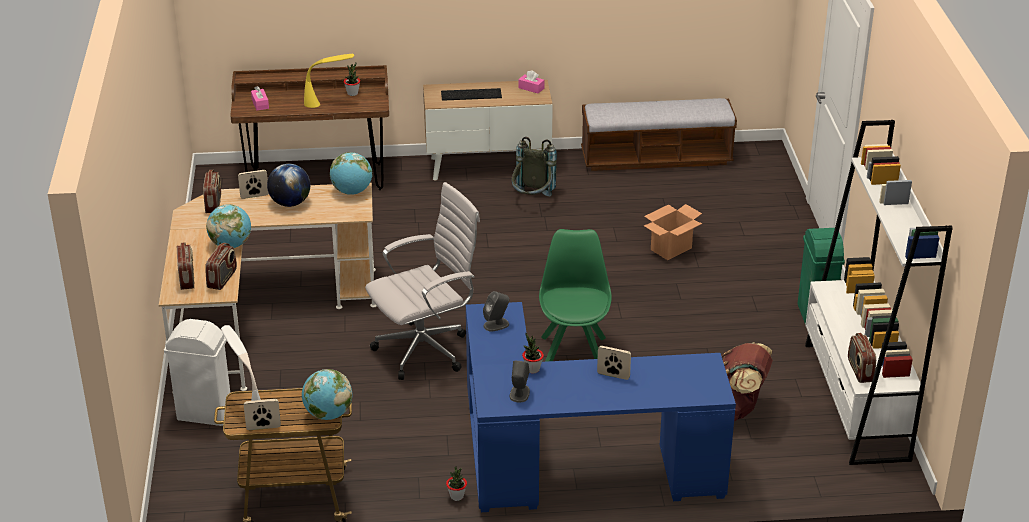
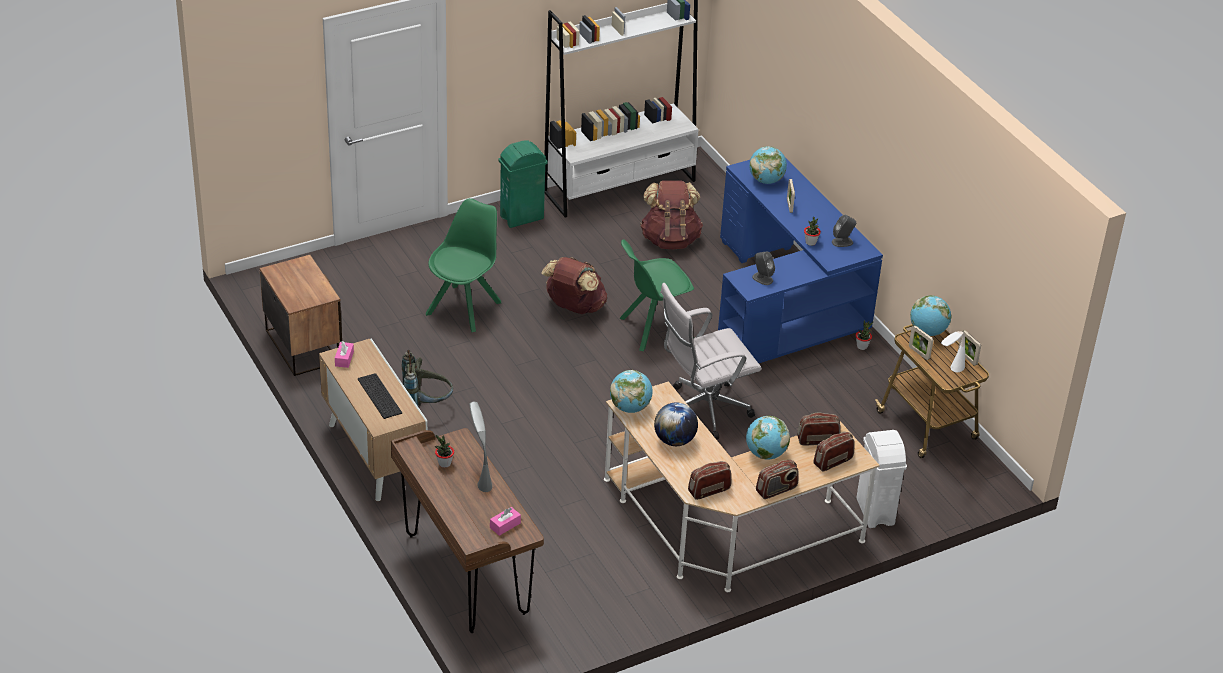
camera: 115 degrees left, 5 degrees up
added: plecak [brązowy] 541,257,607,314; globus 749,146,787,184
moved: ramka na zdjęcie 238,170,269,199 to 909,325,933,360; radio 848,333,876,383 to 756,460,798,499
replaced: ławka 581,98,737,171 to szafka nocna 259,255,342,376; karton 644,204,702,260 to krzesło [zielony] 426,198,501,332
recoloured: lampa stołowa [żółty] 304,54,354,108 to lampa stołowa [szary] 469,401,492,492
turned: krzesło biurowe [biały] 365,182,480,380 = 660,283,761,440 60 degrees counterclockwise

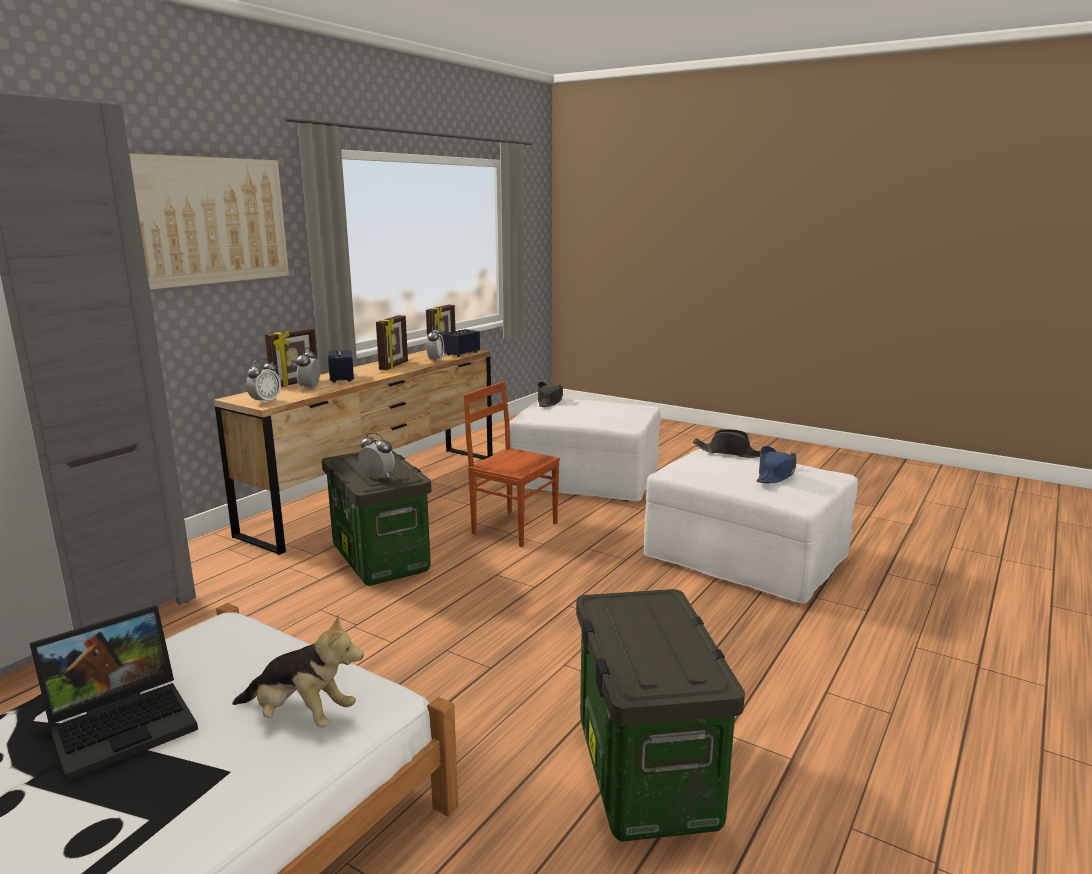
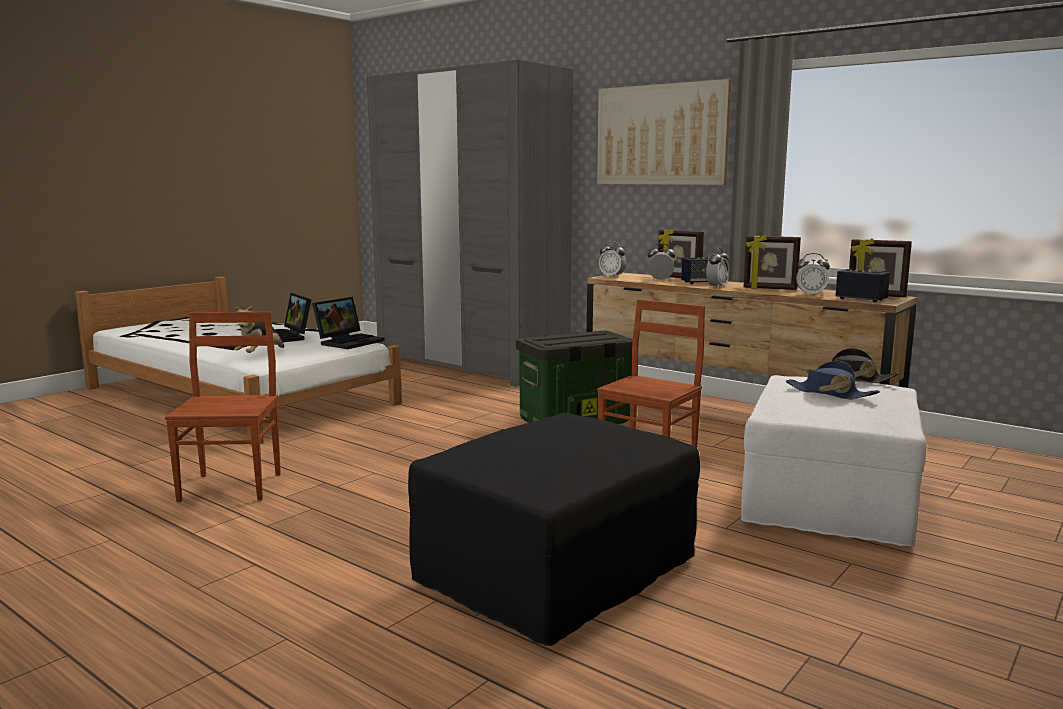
camera: 95 degrees right, 5 degrees down
removed: kapelusz [czarny] 693,429,760,458
added: laptop 312,297,385,349
moved: budzik 359,432,394,479 to 706,248,729,289; kapelusz [niebieski] 756,446,797,483 to 786,361,880,399
replaced: pojemnik do przechowywania 576,589,745,842 to krzesło [brązowy] 165,312,281,502
recoloured: pufa [biały] 644,449,858,603 to pufa [czarny] 408,413,700,646

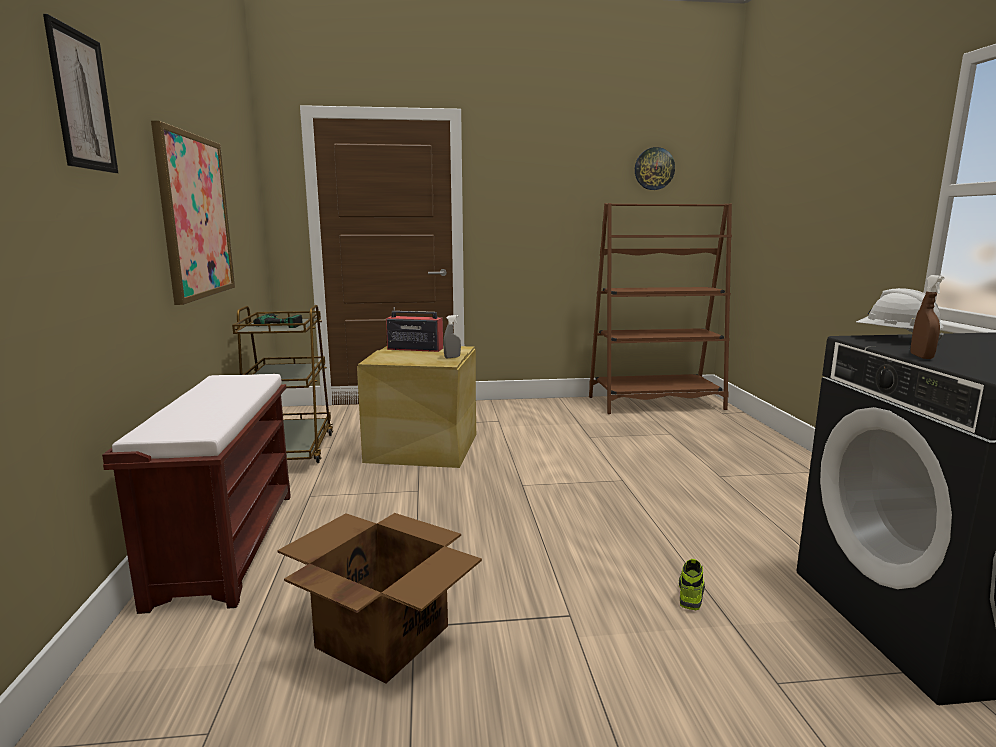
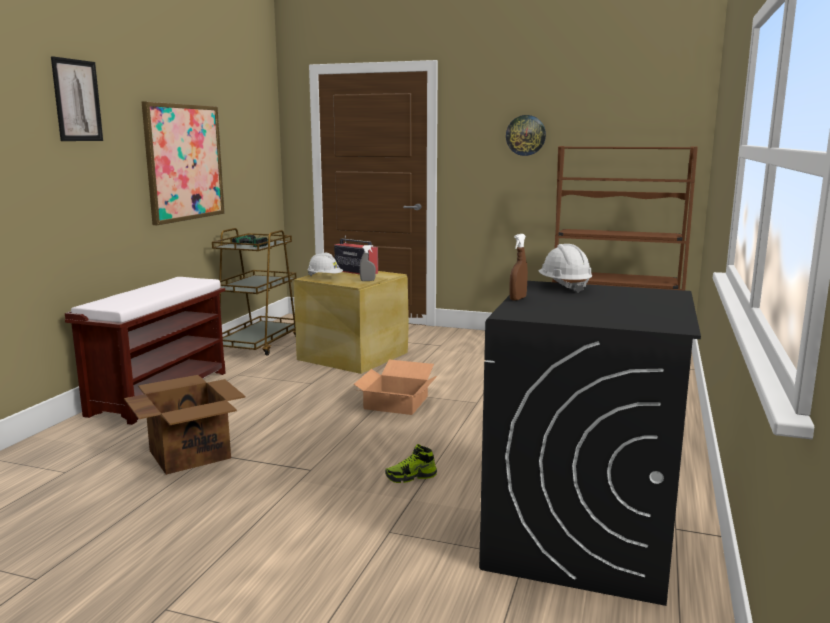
camera: 25 degrees right, 0 degrees up
added: kask [biały] 307,253,343,276; karton 354,360,437,415
moved: zegar ścienny 635,147,675,190 to 506,115,546,156
turned: but 679,559,705,610 = 385,444,437,483 150 degrees counterclockwise

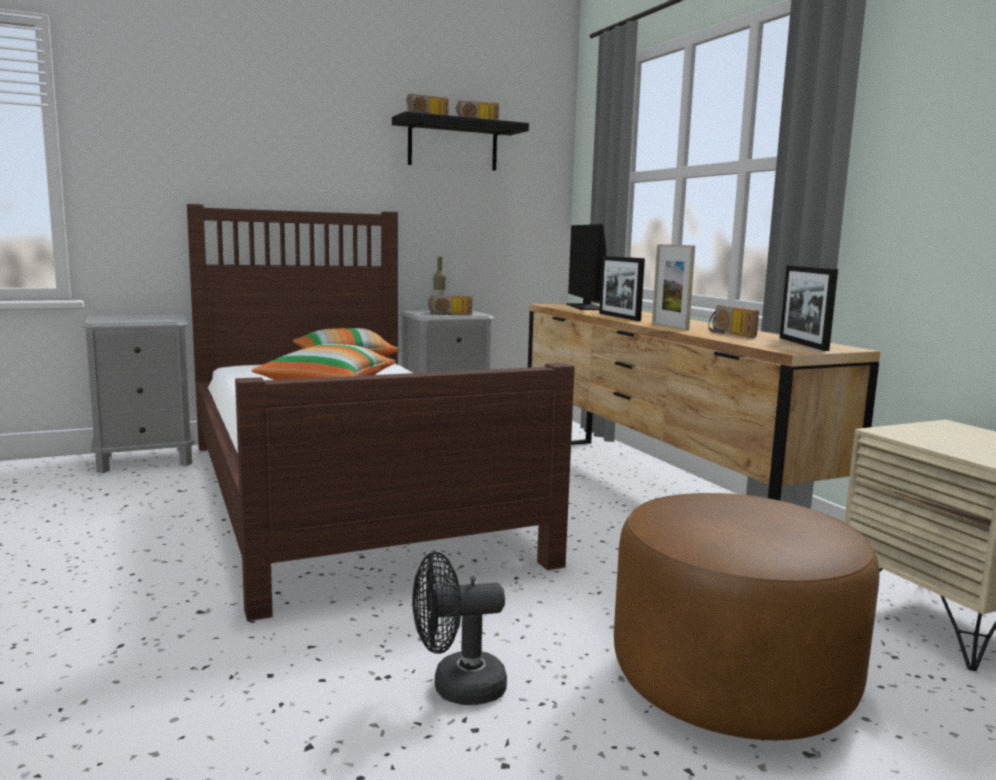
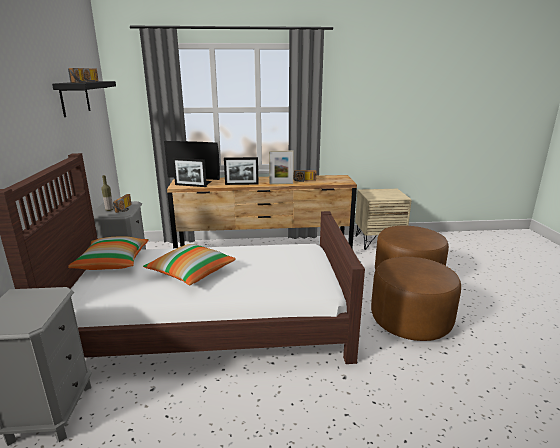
camera: 70 degrees left, 10 degrees up
moved: ramka na zdjęcie 780,265,838,351 to 172,158,207,187
replaced: wentylator [czarny] 412,552,507,705 to pufa [brązowy] 371,257,461,341

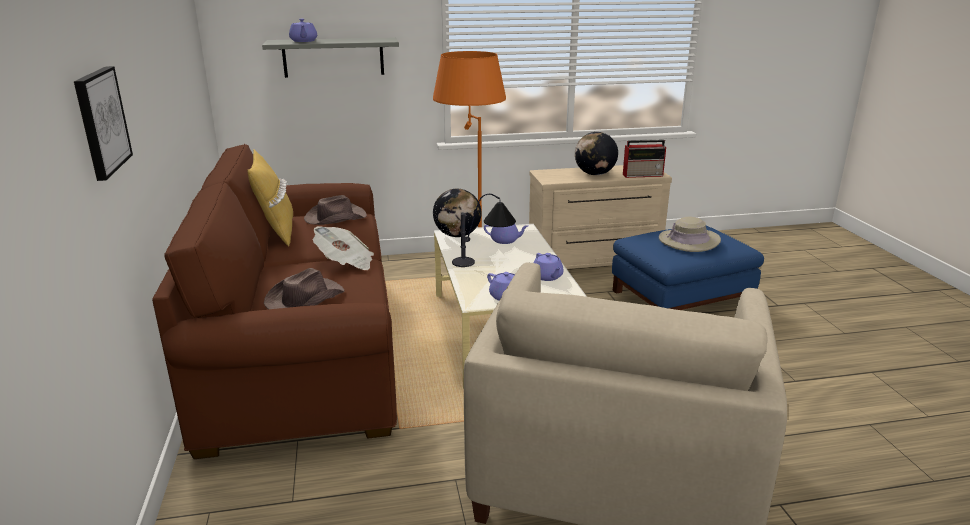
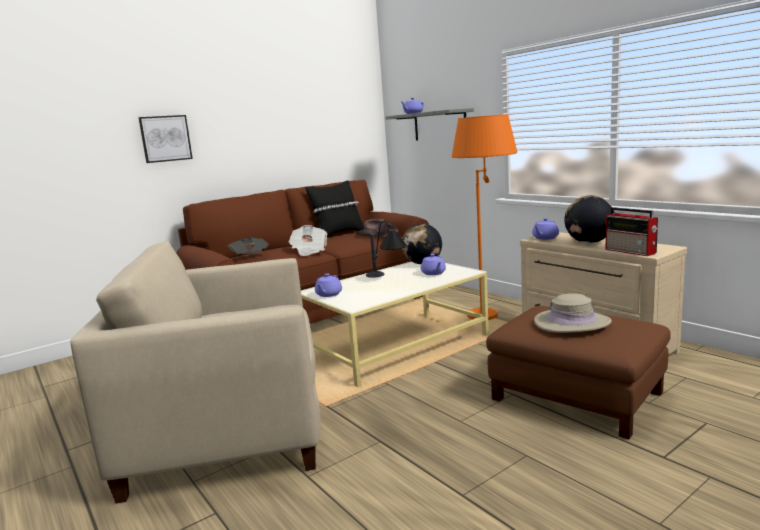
camera: 65 degrees right, 10 degrees down
moved: imbryk [fioletowy] 533,253,564,281 to 532,218,559,240
replaced: kapelusz [brązowy] 264,268,345,309 to gazeta 228,238,269,254
recoloured: poduszka [żółty] 247,149,293,247 to poduszka [czarny] 305,181,364,236; pufa [niebieski] 612,226,764,310 to pufa [brązowy] 486,306,671,439

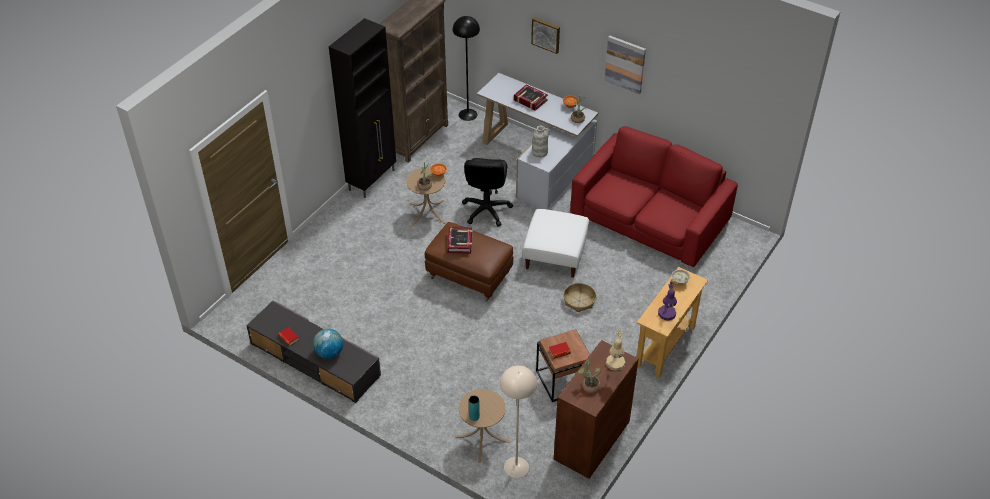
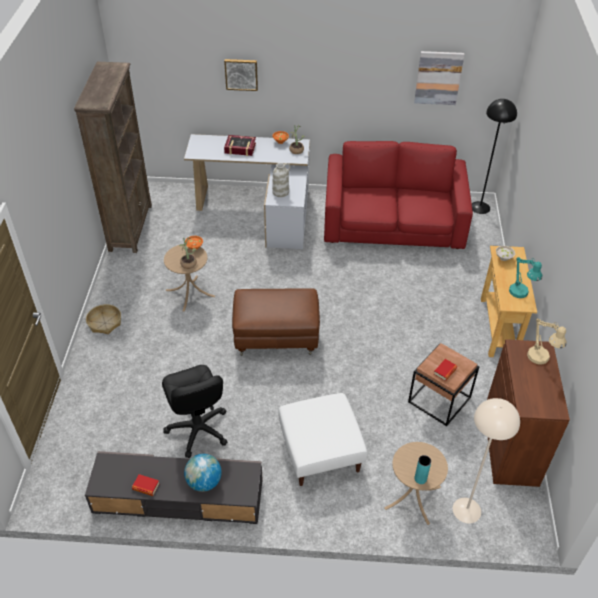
camera: 30 degrees left, 0 degrees up
removed: szafka [czarny] 329,18,396,198; książka 447,227,473,254; roślina doniczkowa 578,360,601,393
moved: lampa stojąca [czarny] 453,16,480,121 to 472,99,517,214; krzesło biurowe [czarny] 462,158,513,227 to 162,365,227,458; pufa [biały] 523,209,589,278 to 278,393,367,486; koszyk 563,283,596,312 to 86,304,121,334; obraz 604,36,646,94 to 414,51,465,105
recoloured: lampa stołowa [fioletowy] 658,282,677,321 to lampa stołowa [turkusowy] 509,257,542,298

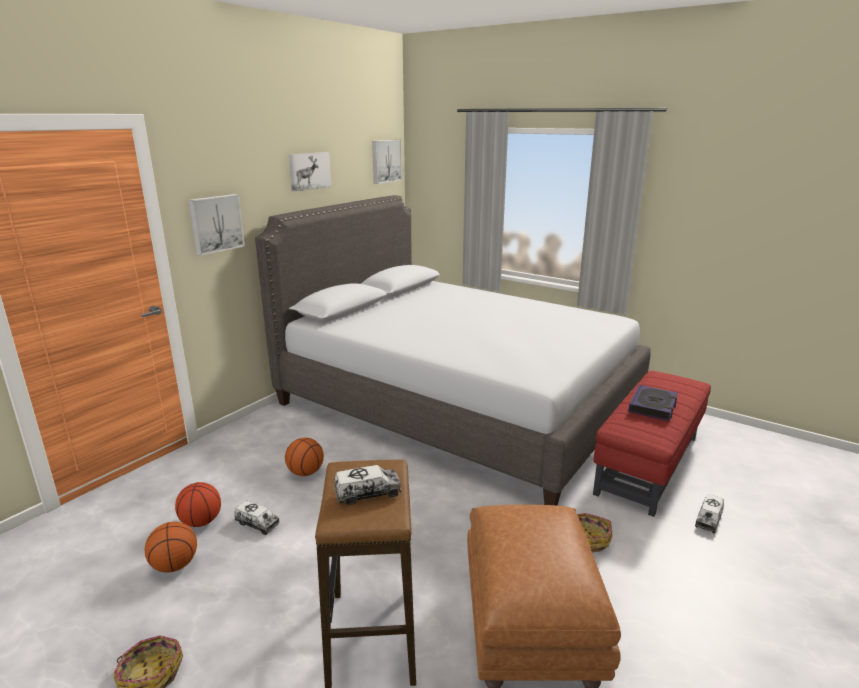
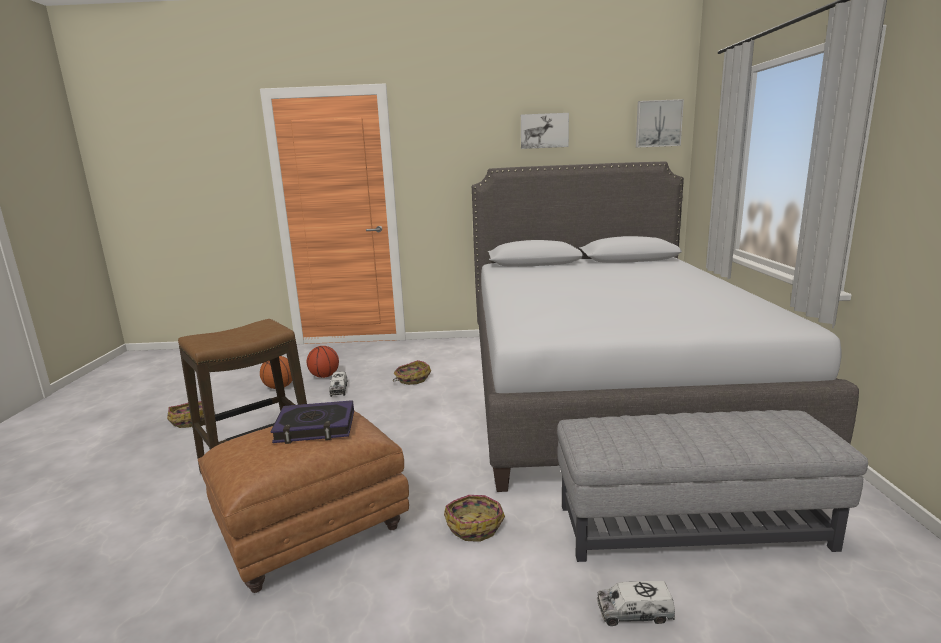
camera: 55 degrees right, 5 degrees down
removed: obraz 188,194,245,256; ciężarówka zabawkowa 334,465,401,505
moved: książka 628,385,678,421 to 271,400,354,444
replaced: piłka do koszykówki 285,438,324,476 to koszyk 393,360,431,385
recoloured: pufa [czerwony] 593,371,711,517 to pufa [szary] 557,410,868,562

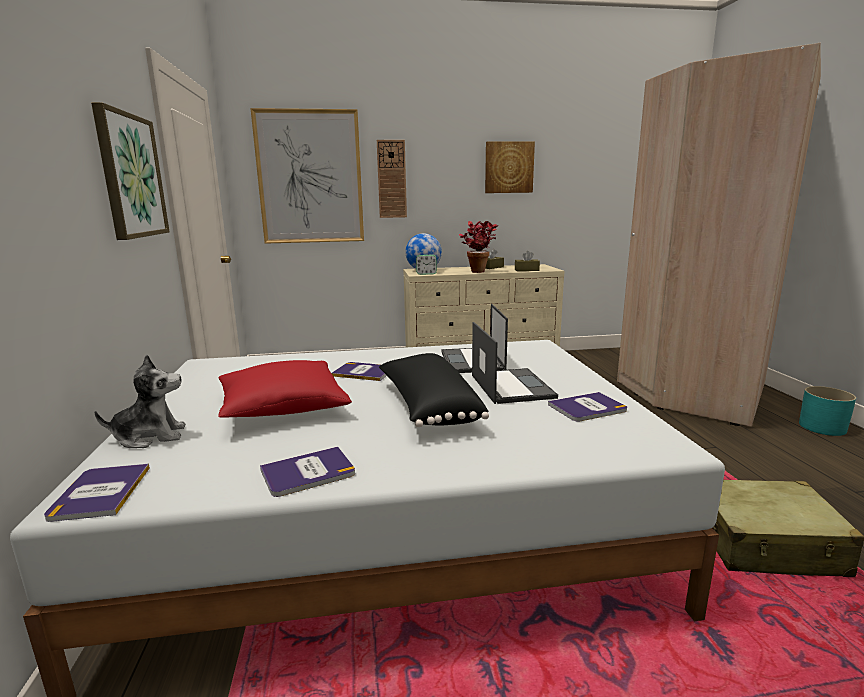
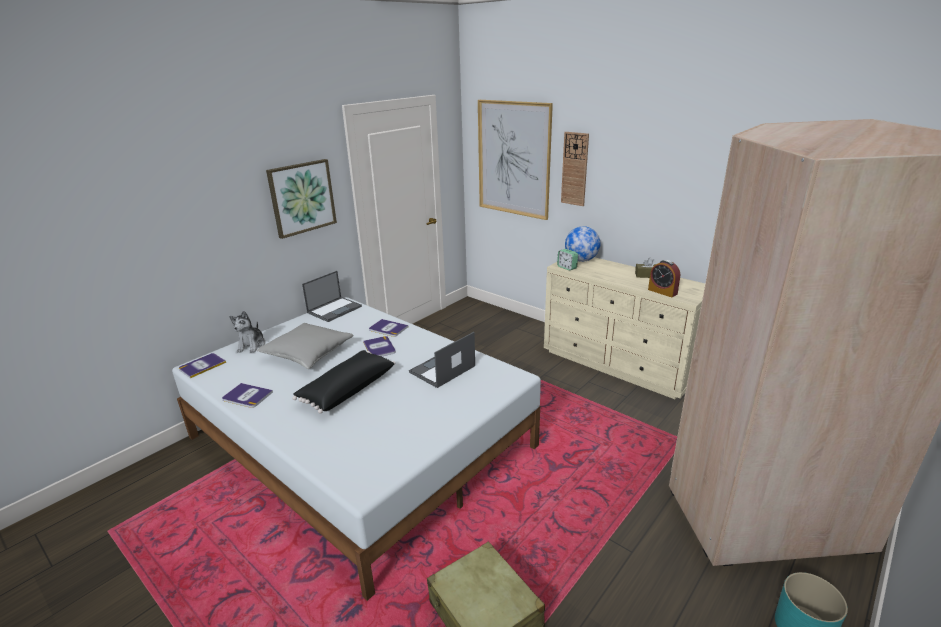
camera: 50 degrees right, 10 degrees up
removed: roślina doniczkowa 459,221,498,273; obraz 485,141,535,193
moved: laptop 472,322,558,404 to 302,271,362,322; książka 548,392,627,421 to 369,319,408,337
replaced: pudełko chusteczek [brązowy] 515,251,540,271 to budzik 648,260,680,297
recoloured: poduszka [czerwony] 218,360,352,418 to poduszka [szary] 257,323,353,369
turned: pluszak 94,354,186,448 = 229,311,265,353 60 degrees clockwise

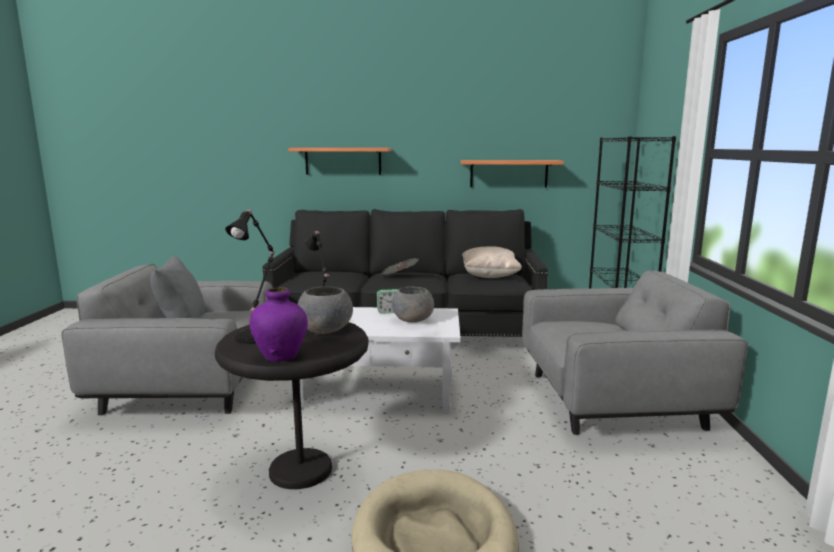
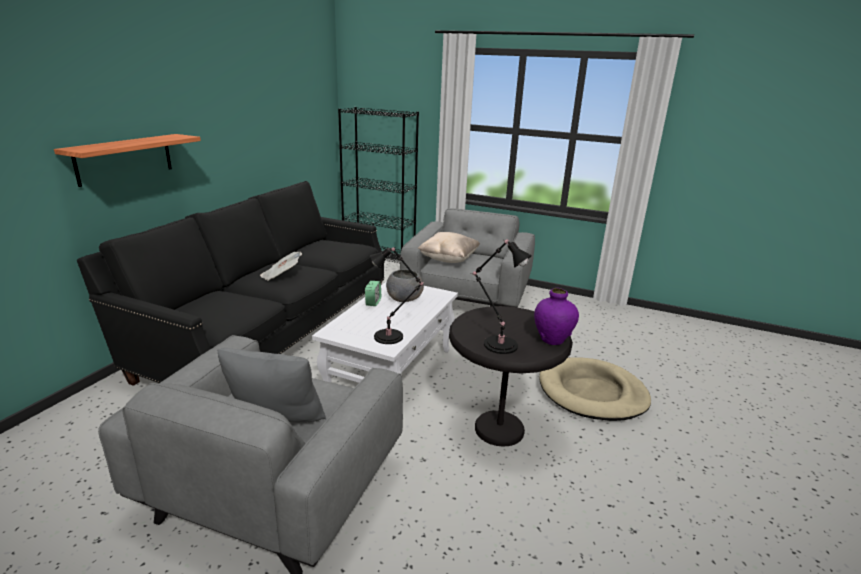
camera: 70 degrees left, 10 degrees up
removed: miska [szary] 297,286,353,334; półka 461,160,564,187
moved: poduszka [beżowy] 462,246,522,278 to 418,232,480,263

